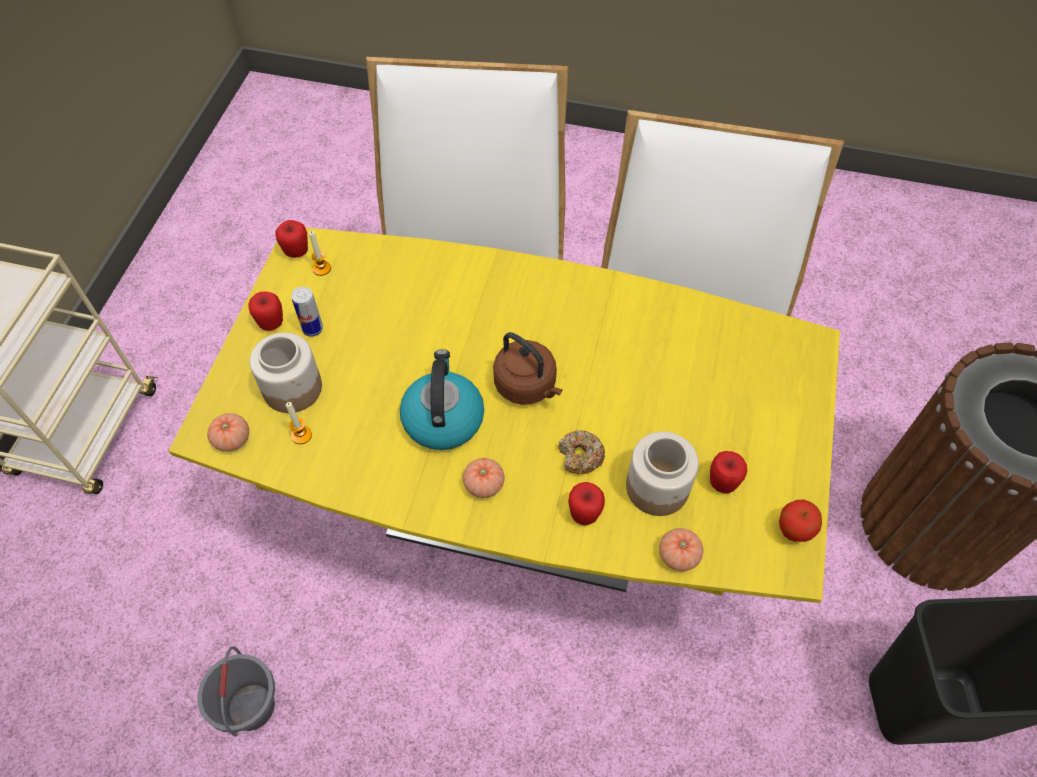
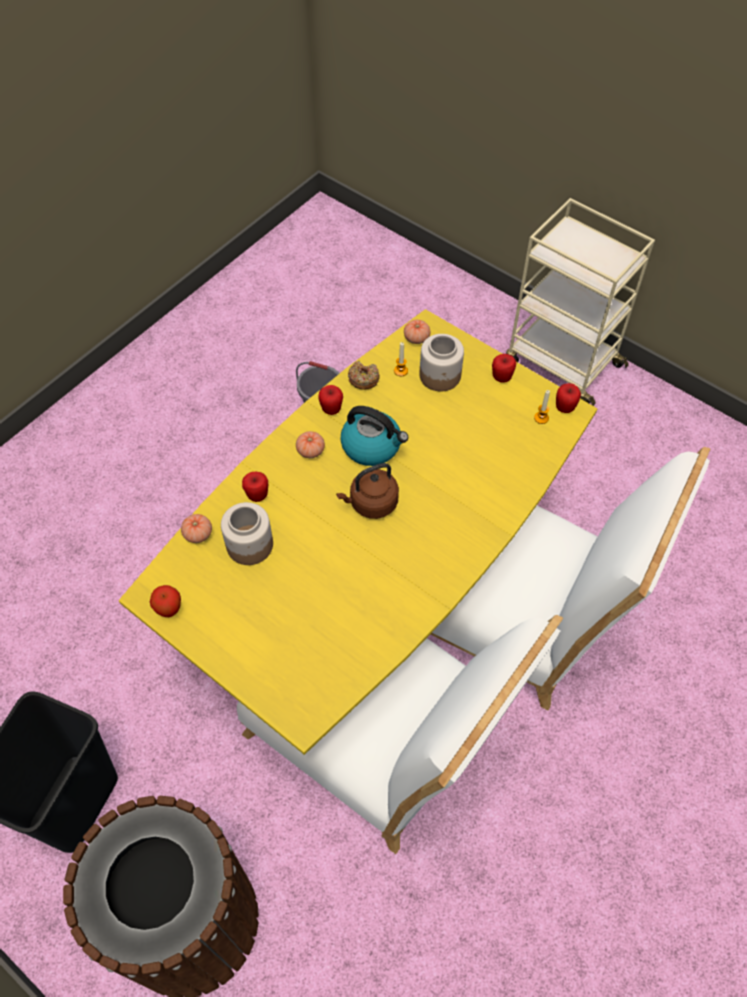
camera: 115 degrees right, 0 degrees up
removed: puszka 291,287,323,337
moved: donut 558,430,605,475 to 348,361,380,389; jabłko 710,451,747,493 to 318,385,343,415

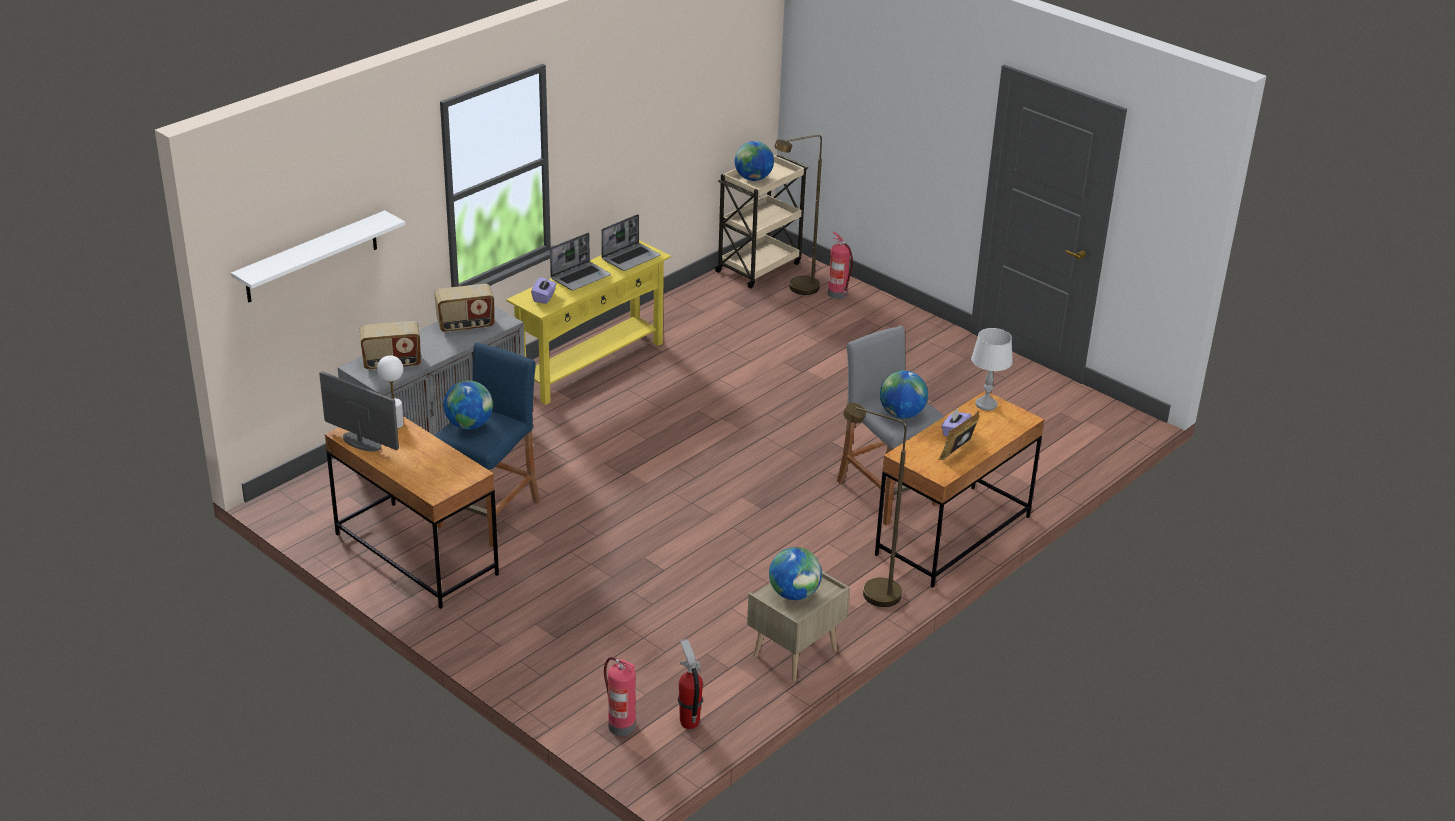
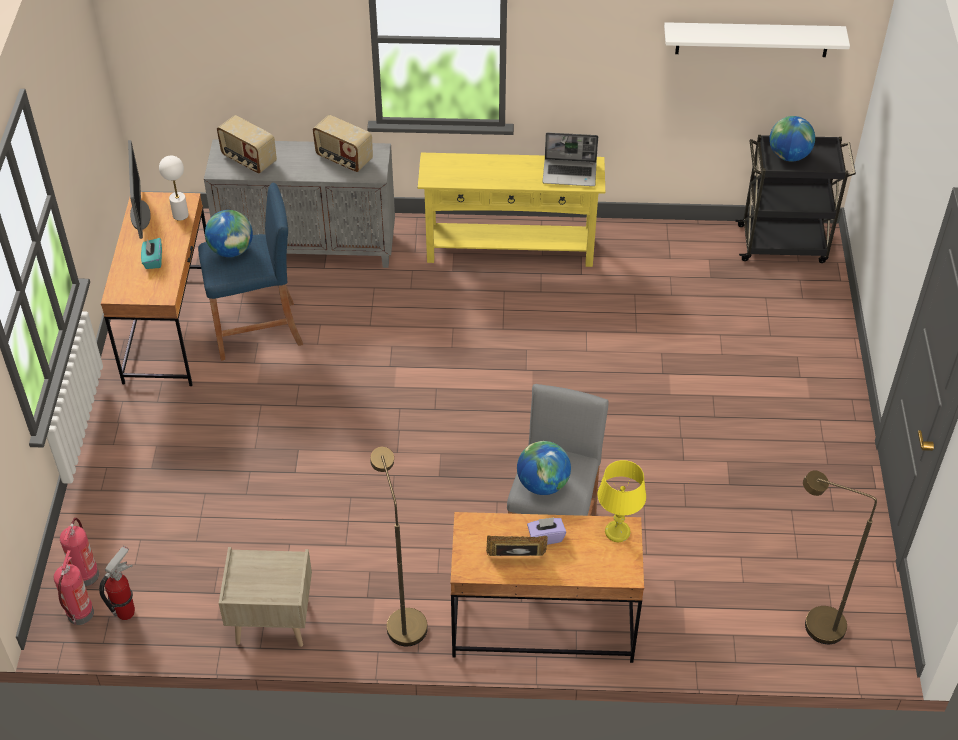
camera: 50 degrees right, 15 degrees up
removed: pudełko chusteczek [fioletowy] 531,277,556,304; laptop 550,233,611,291; globus 769,547,822,600
added: pudełko chusteczek [turkusowy] 141,238,162,269
moved: półka [biały] 231,210,405,303 to 664,22,850,57; lampa stojąca [brązowy] 774,135,822,295 to 803,470,877,644; gaśnica 828,232,853,299 to 54,550,94,625
recoloured: wózek [beżowy] 714,153,808,289 to wózek [czarny] 735,135,856,263; lampa stołowa [szary] 971,328,1013,411 to lampa stołowa [żółty] 597,460,646,542

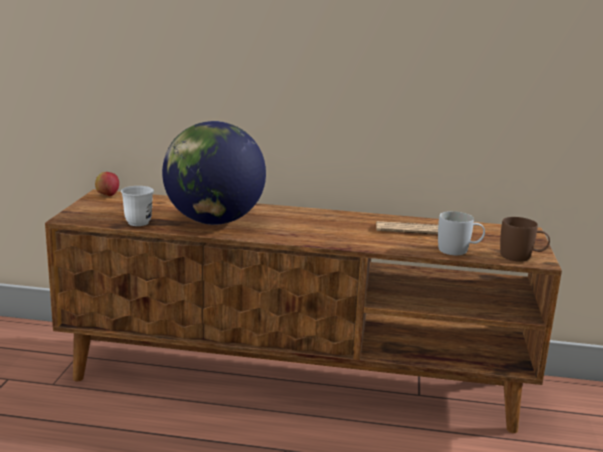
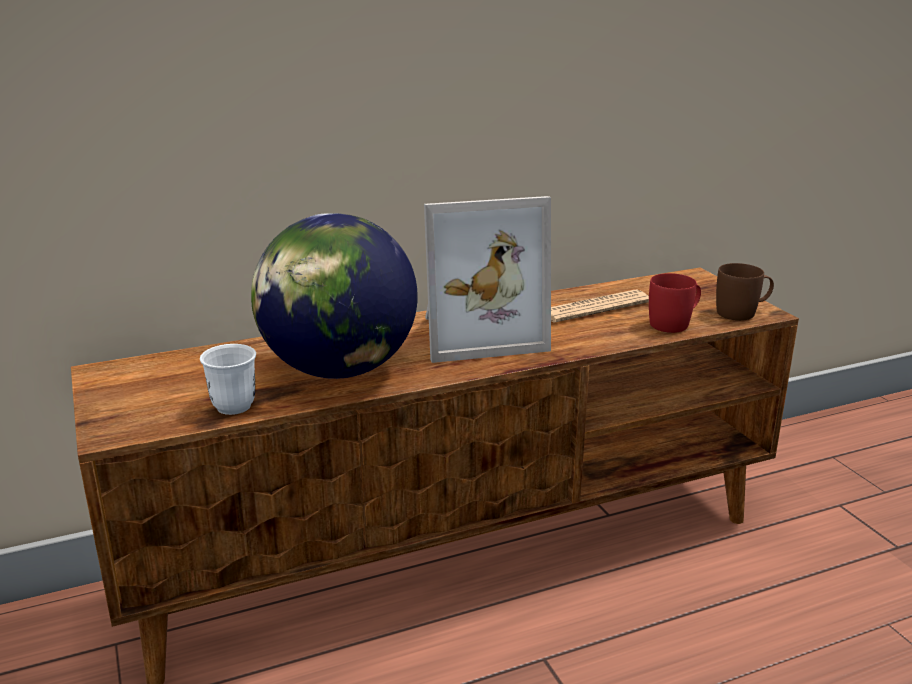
camera: 30 degrees left, 5 degrees up
removed: jabłko 95,172,119,196
added: ramka na zdjęcie 424,196,551,363
recoloured: kubek [biały] 438,211,485,255 to kubek [czerwony] 649,273,701,333

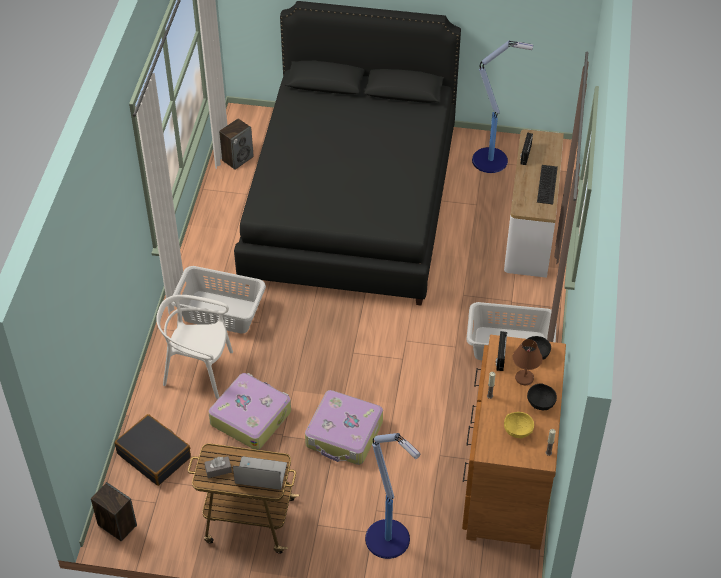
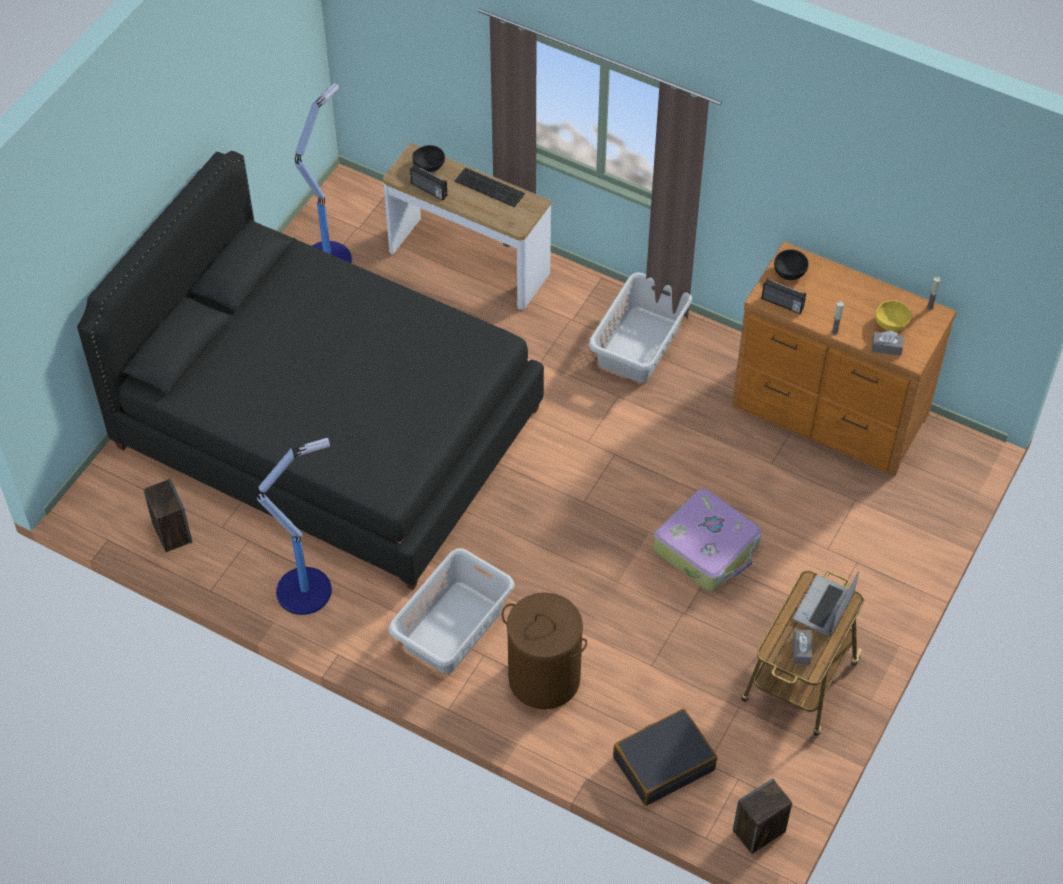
camera: 70 degrees left, 5 degrees up
removed: walizka 208,373,291,450; lampa stołowa [brązowy] 513,339,543,385
added: pudełko chusteczek [szary] 871,331,904,356
moved: lampa stojąca 365,433,421,559 to 256,438,332,615; miska [czarny] 527,383,557,410 to 412,145,445,172
replaced: krzesło [biały] 156,295,233,399 to kosz na pranie [brązowy] 502,592,587,710

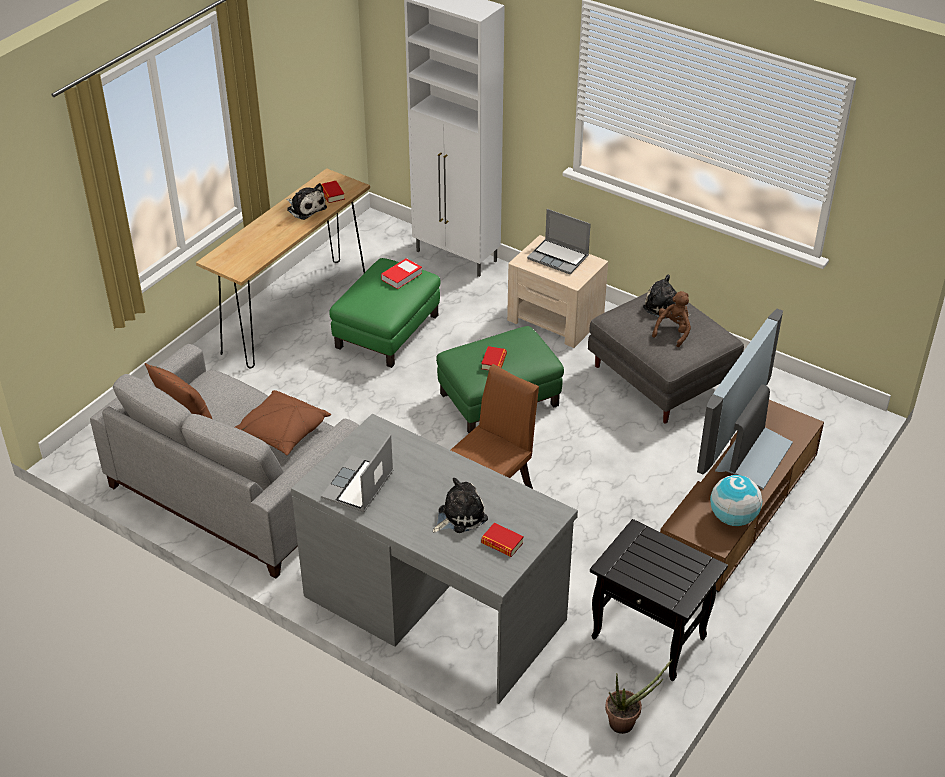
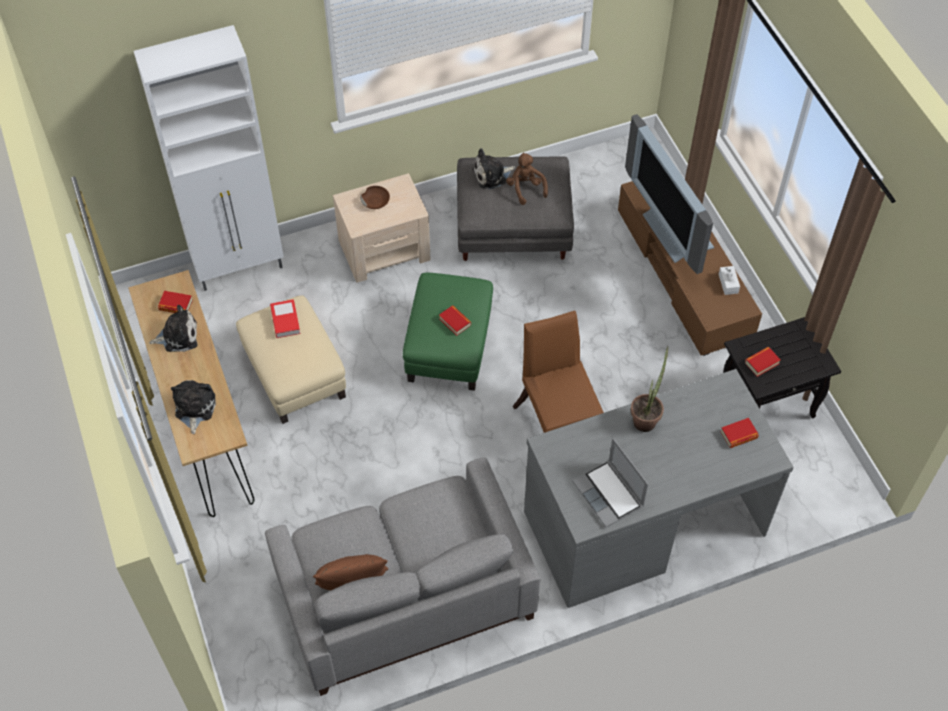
camera: 55 degrees left, 15 degrees up
removed: poduszka [brązowy] 235,390,331,455
added: książka 745,347,780,377
moved: pluszak 433,478,488,533 to 171,380,216,434; roślina doniczkowa 605,660,672,734 to 631,346,668,432
replaced: laptop 527,209,591,274 to miska [brązowy] 360,186,390,209; globus 710,475,762,526 to pudełko chusteczek [biały] 719,266,740,295
recoloured: pufa [zielony] 329,258,441,368 to pufa [beżowy] 236,295,346,424

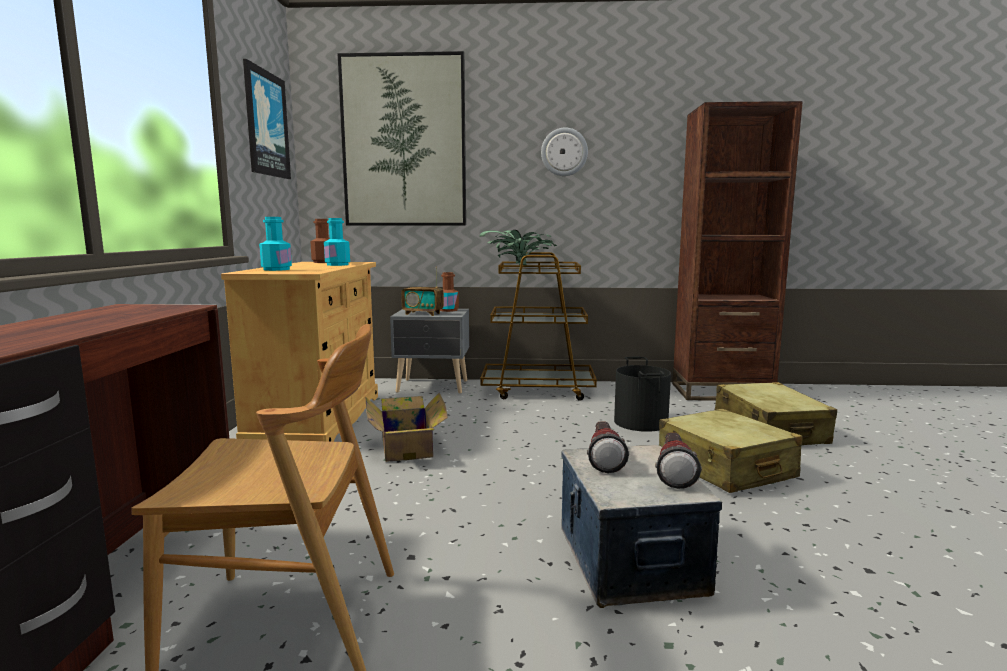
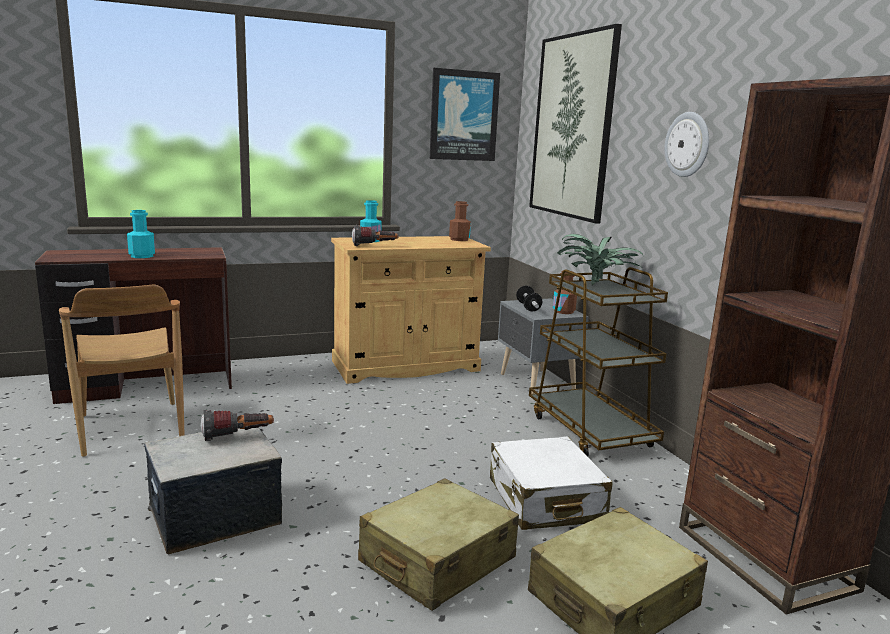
camera: 65 degrees right, 5 degrees up
removed: karton 366,393,448,462
moved: butelka [turkusowy] 324,218,350,266 to 127,210,155,258; latarka 655,432,702,489 to 352,225,398,246
replaced: radio 401,267,444,316 to hantel 516,286,542,312; wiadro [czarny] 614,356,671,432 to walizka [biały] 490,436,612,530

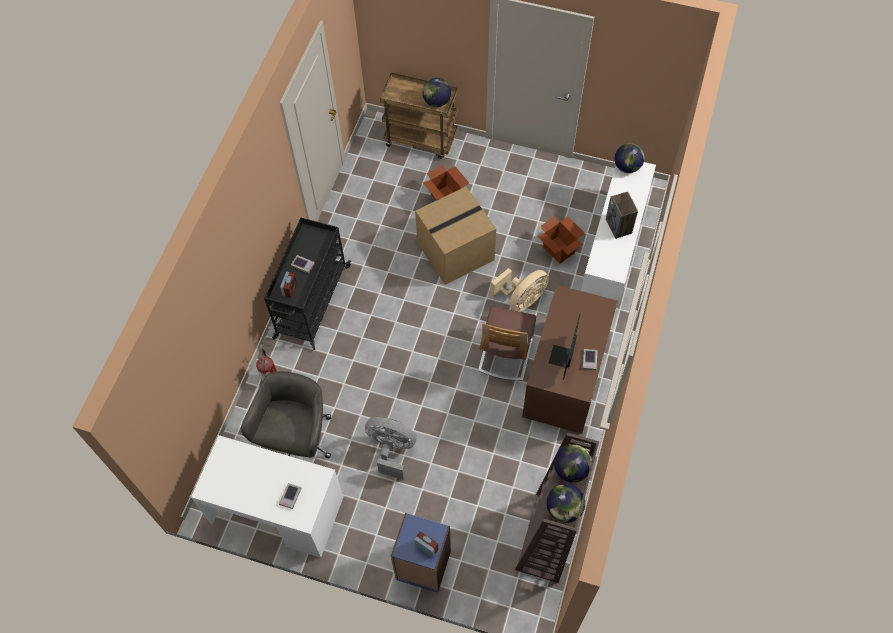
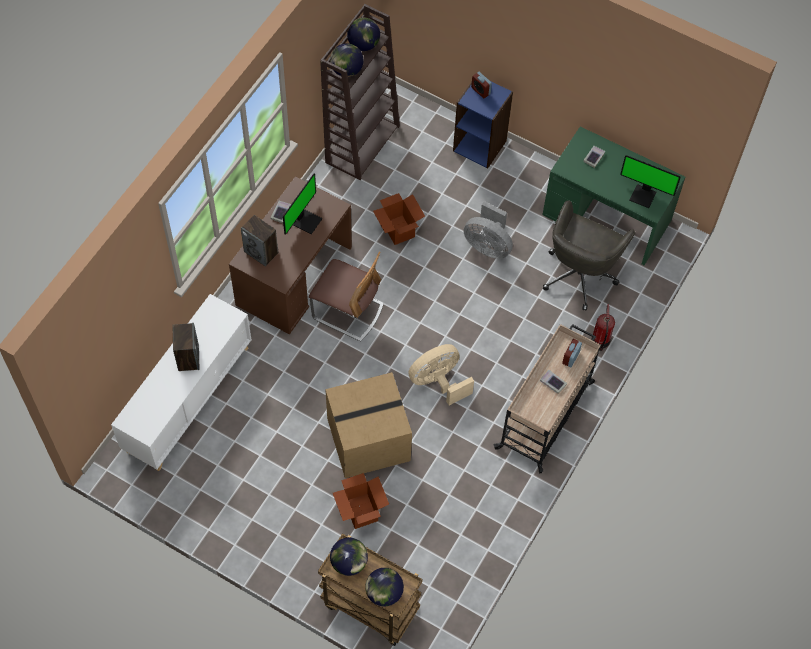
camera: 170 degrees left, 0 degrees up
added: głośnik 241,215,278,267; monitor 621,155,681,208
moved: wentylator [beżowy] 490,268,549,312 to 408,344,474,405; karton 538,216,585,264 to 373,193,425,245; globus 615,143,644,173 to 365,568,404,606
recoloured: biurko [biały] 191,435,343,558 to biurko [zielony] 542,126,685,265; wózek [czarny] 264,218,351,350 to wózek [beżowy] 493,324,601,473
turned: krzesło 478,306,536,381 = 309,251,384,342 90 degrees clockwise

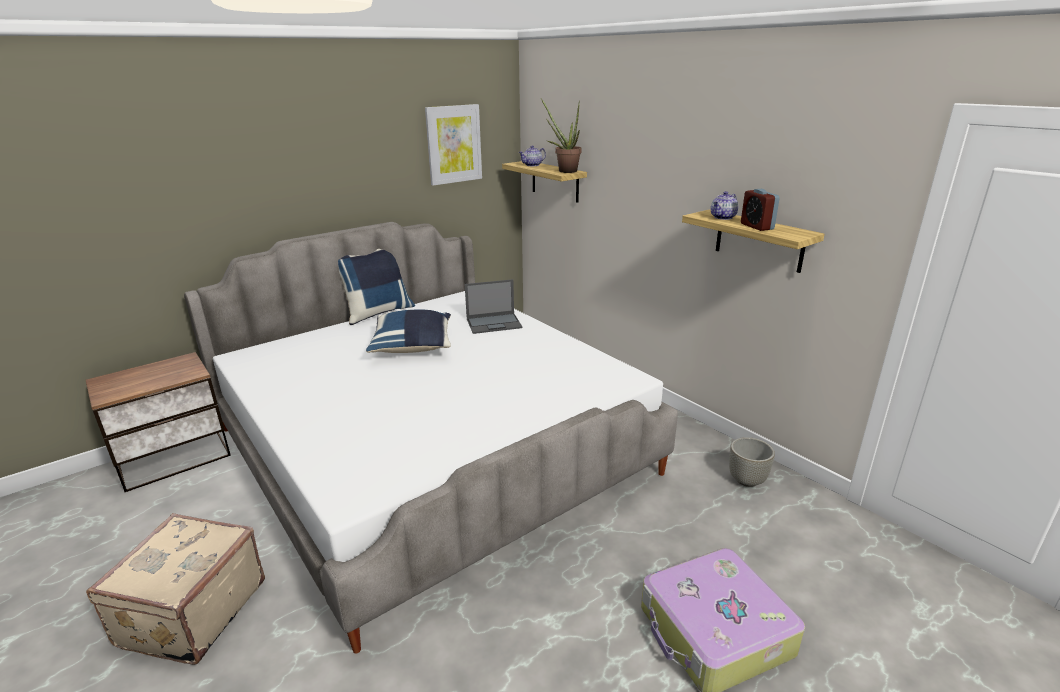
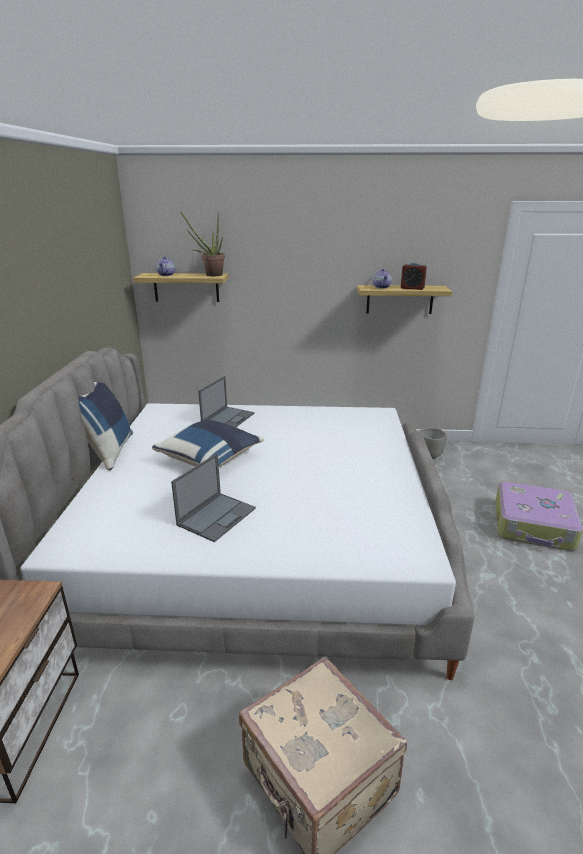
camera: 50 degrees left, 0 degrees up
removed: obraz 425,104,482,186
added: laptop 171,453,256,542

